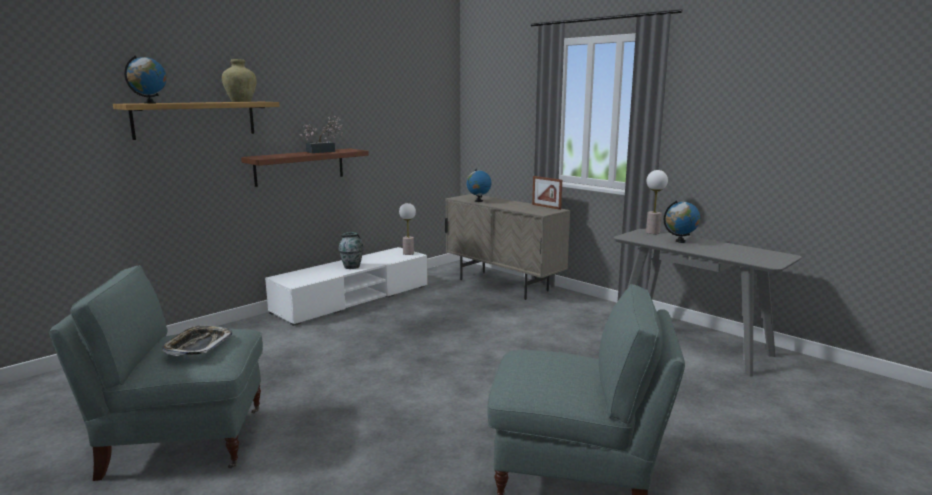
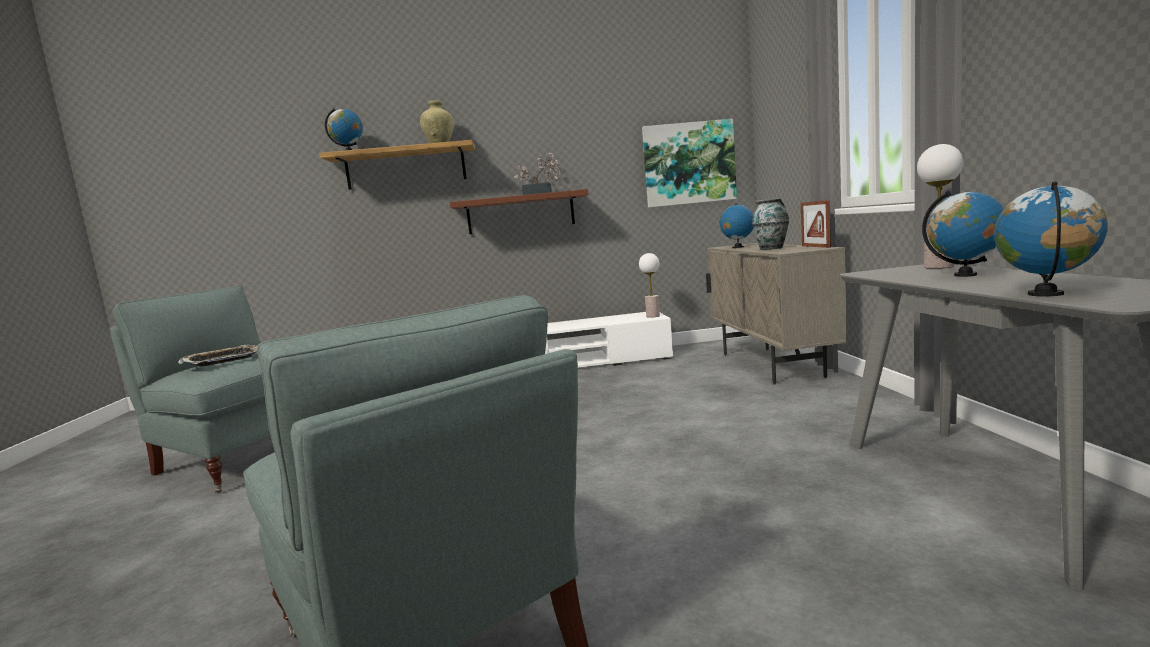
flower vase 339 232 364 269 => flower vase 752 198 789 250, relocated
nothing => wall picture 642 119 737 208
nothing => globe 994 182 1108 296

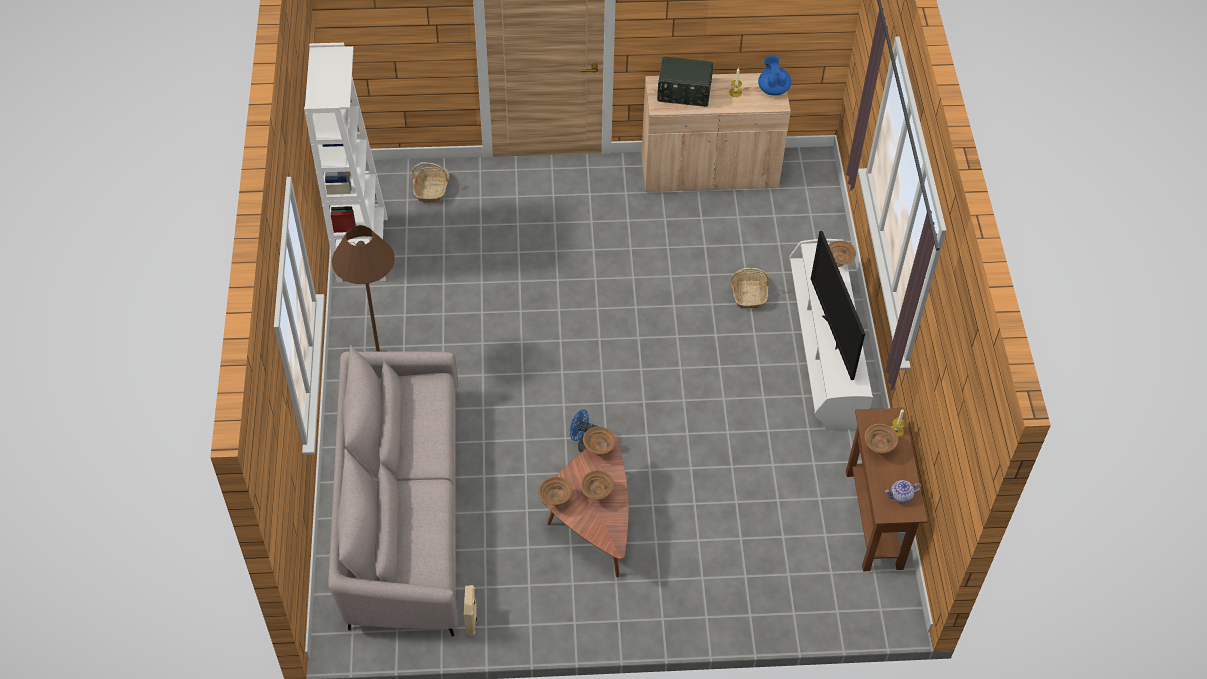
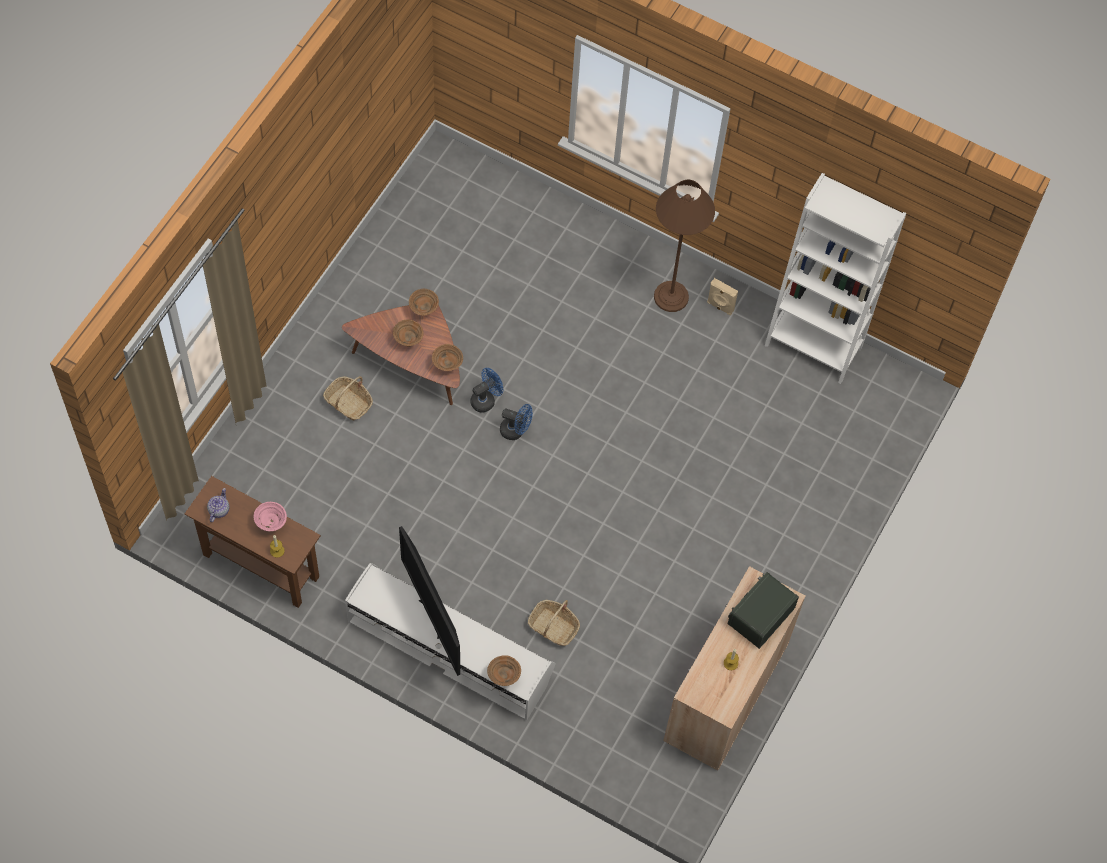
settee/grey 328 344 459 636 => nothing
basket 412 162 449 203 => basket 323 376 373 420, relocated
loudspeaker/beige-coloured 464 585 477 636 => loudspeaker/beige-coloured 707 278 738 315, relocated
pot for tea/blue 758 56 791 96 => nothing
television 811 231 865 380 => television 399 526 460 676, 135 degrees counterclockwise
deep dish/brownish 865 424 898 454 => deep dish/pink 254 502 287 531
nothing => fan/blue 500 404 533 440

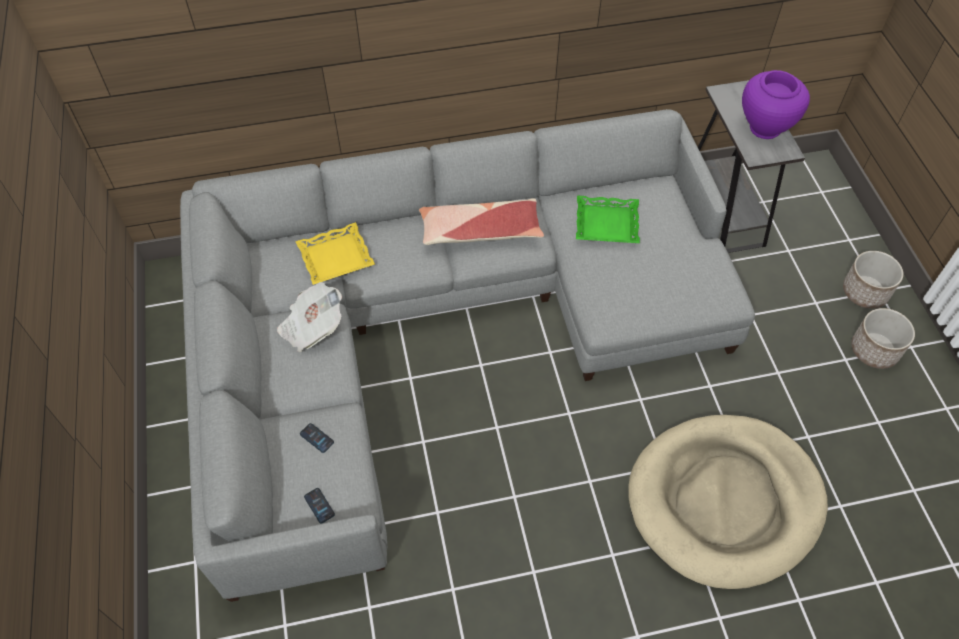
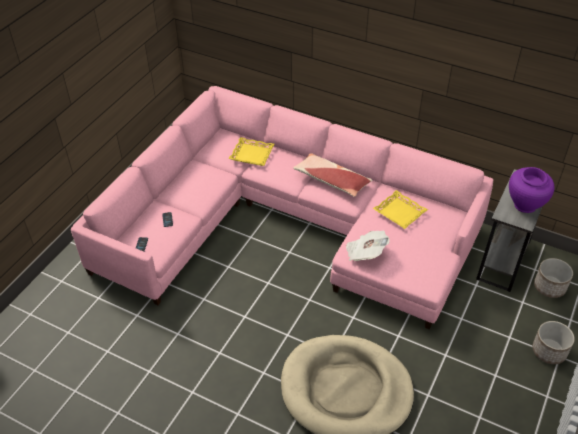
settee/grey 180 109 755 602 => settee/pink 71 86 493 330
printed paper 277 282 342 352 => printed paper 346 231 390 261, relocated
tray/green-coloured 576 195 640 243 => tray/yellow 373 190 428 229
planter 851 308 915 369 => planter 534 258 573 298, relocated

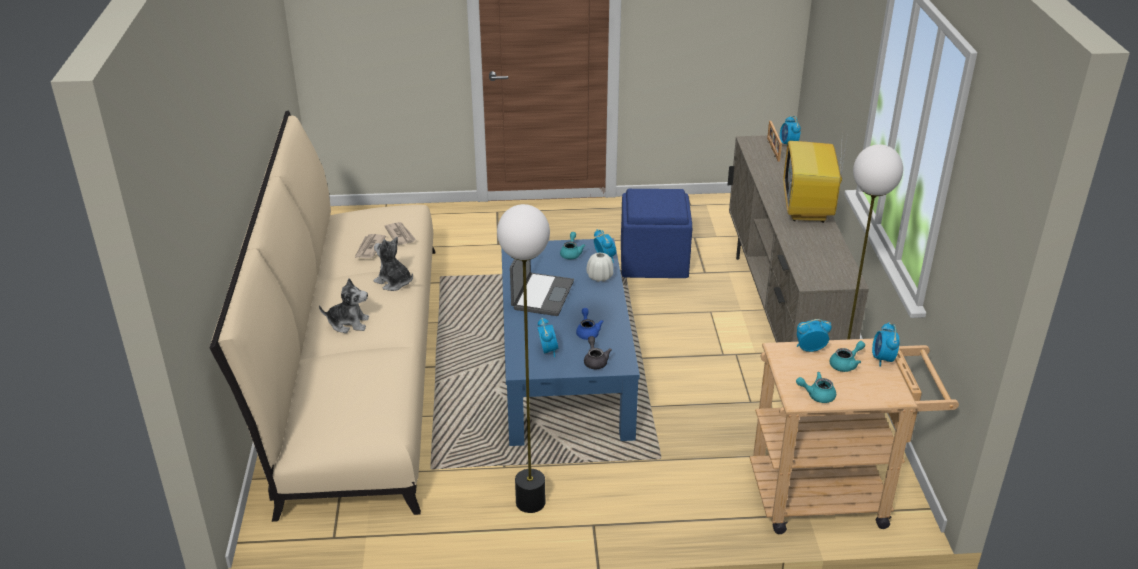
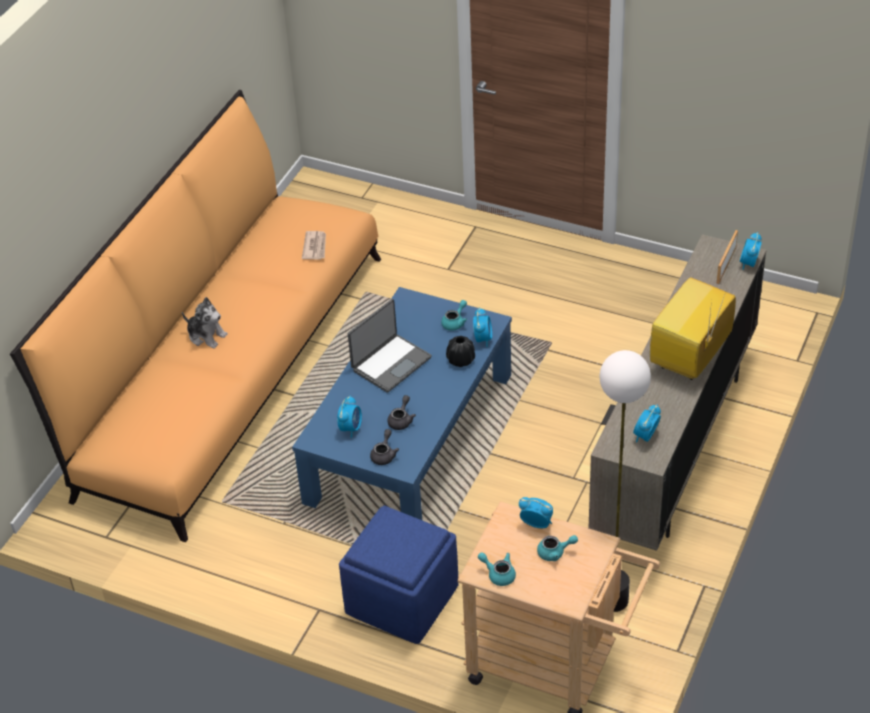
settee/beige-coloured 210 111 435 522 => settee/orange 10 90 381 542
printed paper 355 234 386 258 => nothing
cuddly toy 374 237 413 291 => nothing
standing lamp 497 204 550 513 => nothing
pot for tea/blue 576 308 604 340 => pot for tea/grey 388 395 416 430
flower vase/white 586 252 613 282 => flower vase/black 446 336 475 367
footrest/blue 621 189 692 278 => footrest/blue 339 505 459 644, relocated
alarm clock 872 322 899 367 => alarm clock 633 404 661 443, relocated

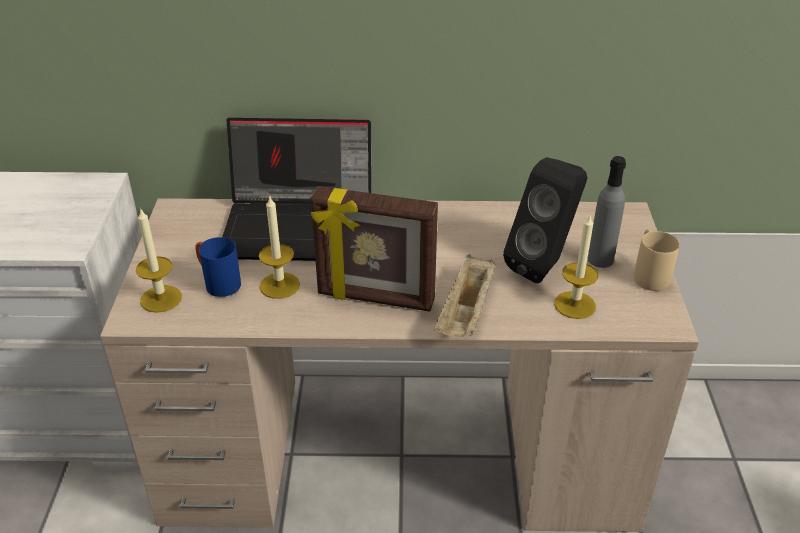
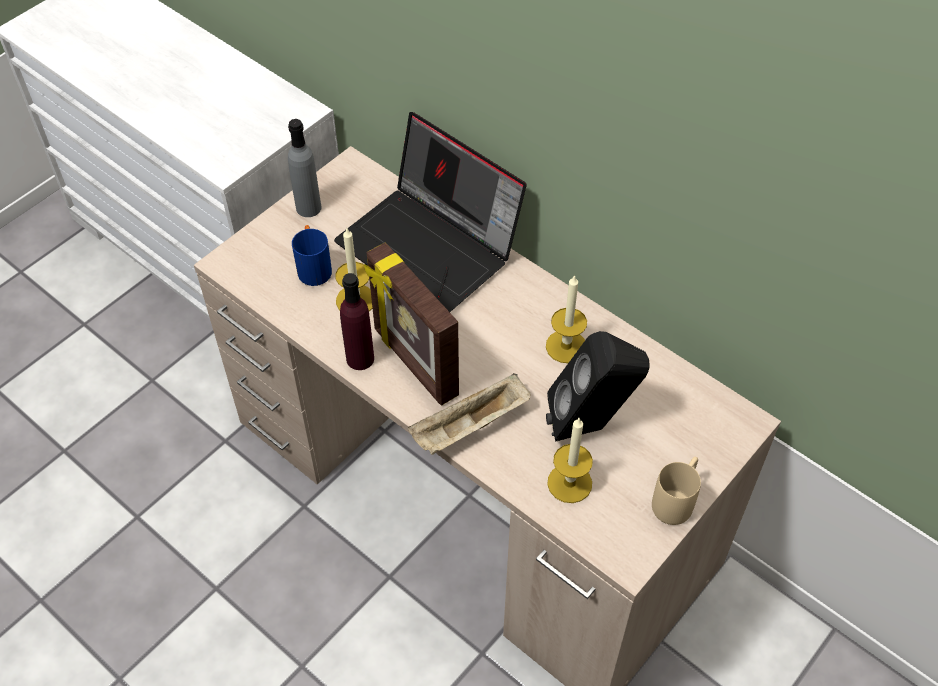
wax light 136 207 182 313 => wax light 546 275 587 363, relocated
beverage bottle/grey 587 156 626 268 => beverage bottle/grey 288 119 322 217, relocated
nothing => beverage bottle/purplish 340 273 374 370

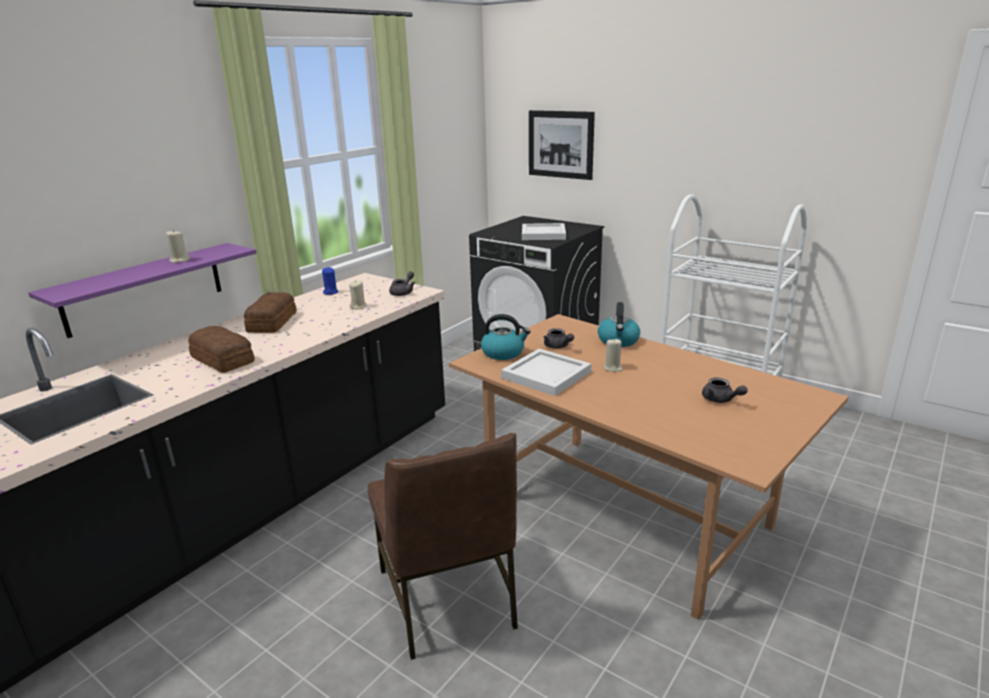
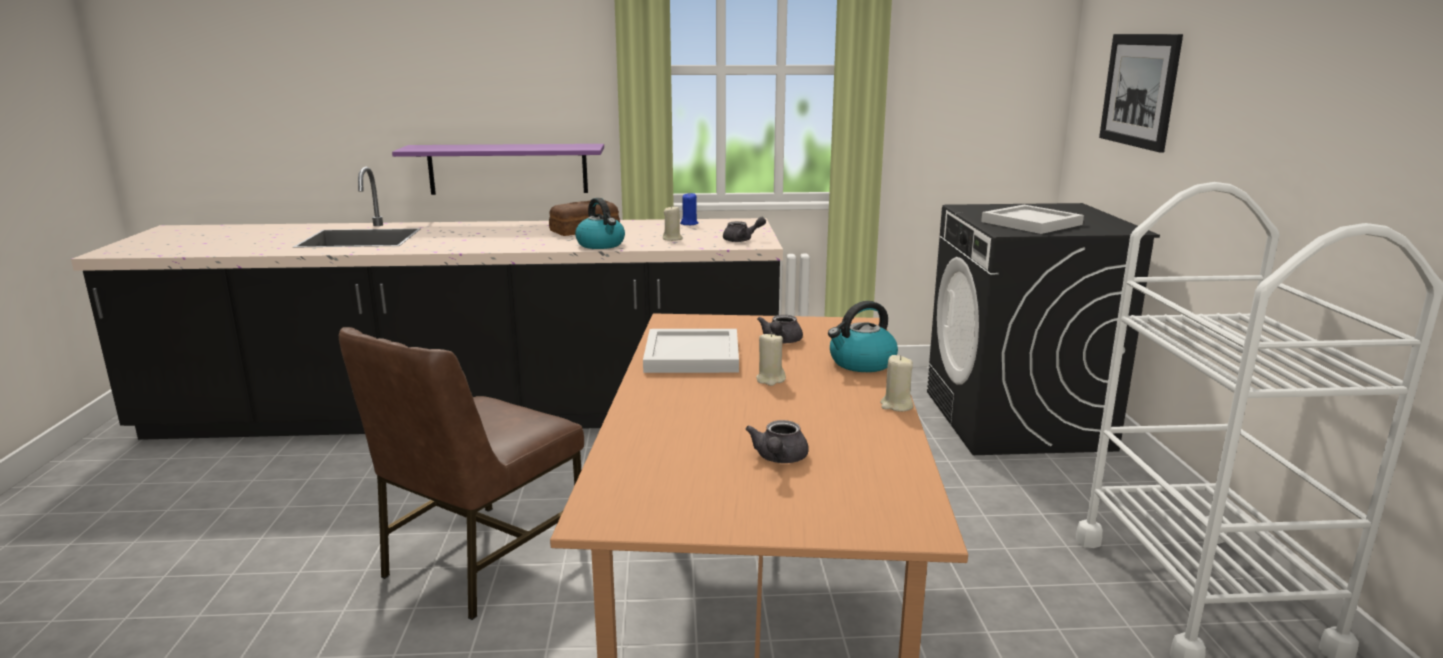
wax light/beige-coloured 166 230 190 263 => wax light/beige-coloured 880 355 913 412, relocated
baked bread 188 326 255 373 => nothing
water kettle 481 314 531 360 => water kettle 575 198 625 249, relocated

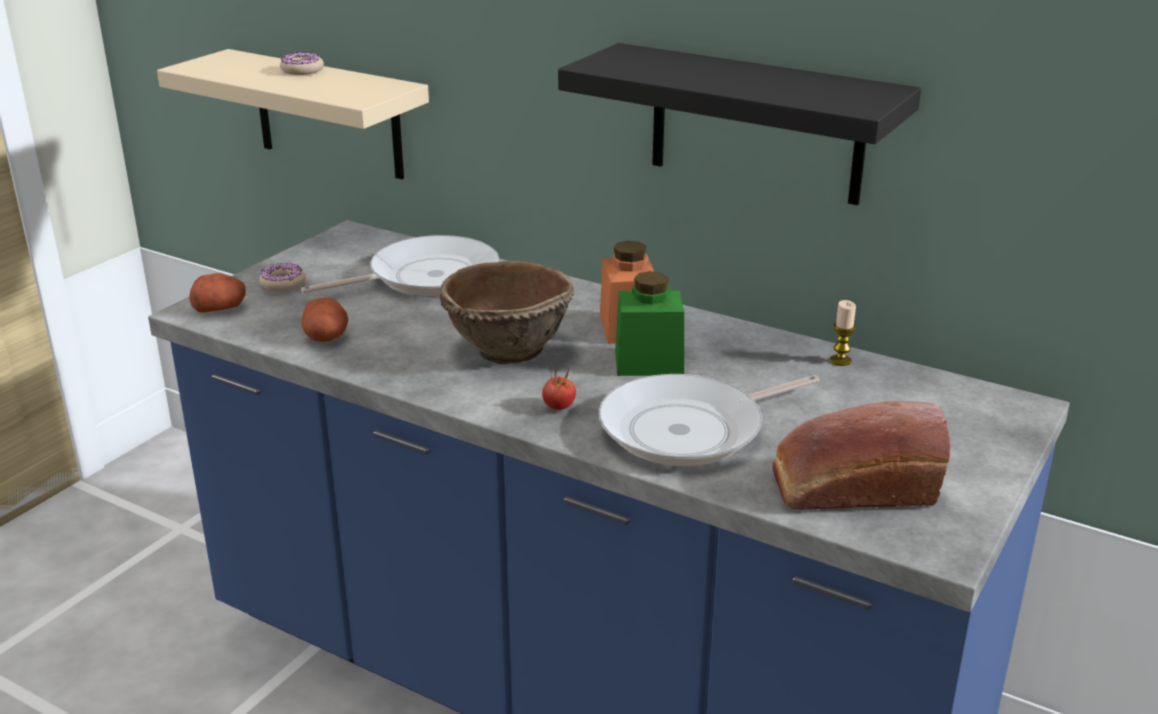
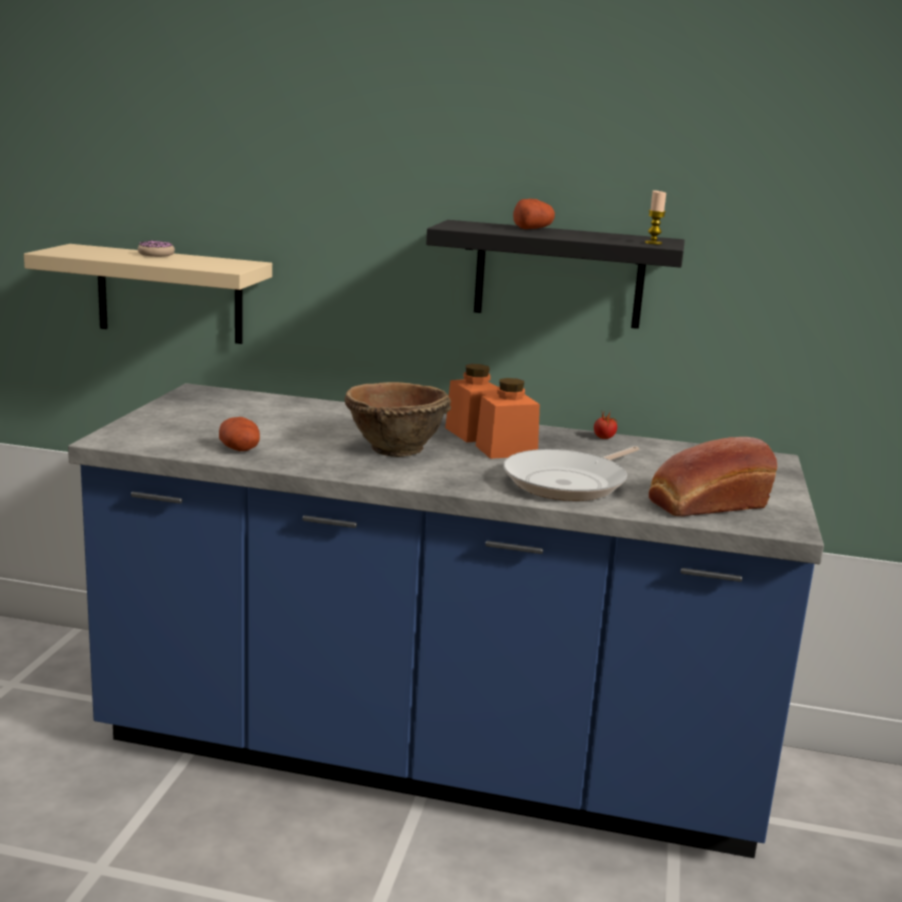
spud 189 273 246 313 => spud 513 199 555 229, relocated
doughnut 259 263 306 292 => nothing
frying pan 301 235 499 296 => nothing
whole tomato 542 369 576 410 => whole tomato 594 410 617 439, relocated
jar/green-coloured 615 271 684 376 => jar/orange 476 378 540 459
wax light 830 300 856 366 => wax light 645 190 666 244, relocated

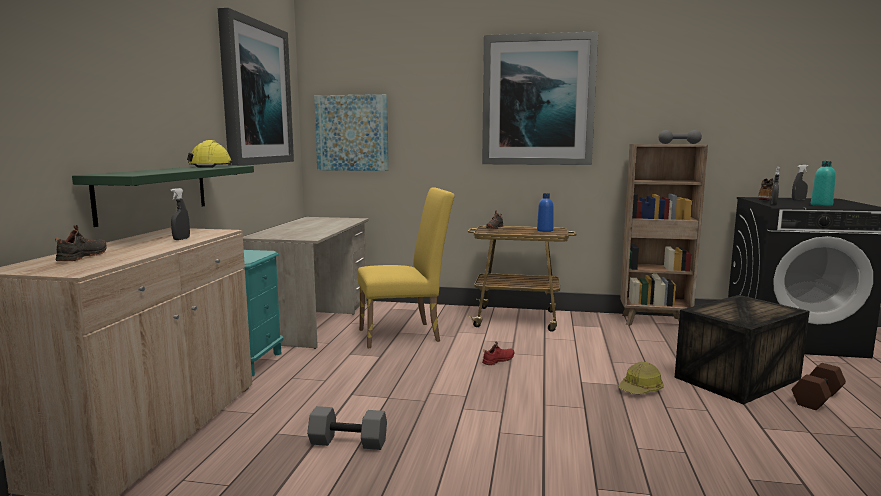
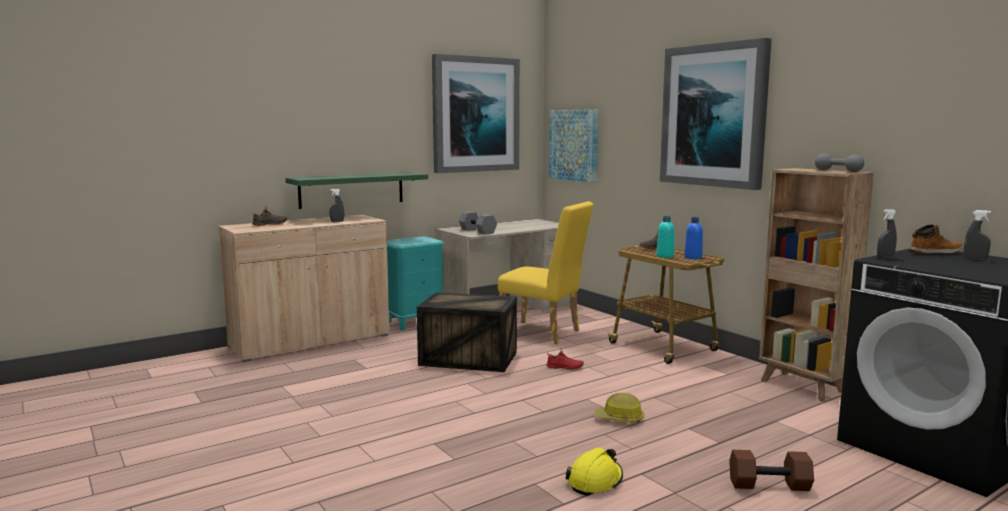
work helmet/yellow 187 140 233 168 => work helmet/yellow 566 448 623 496, relocated
free weight/grey 307 406 387 450 => free weight/grey 459 211 497 234, relocated
crate 675 295 810 405 => crate 417 292 517 372, relocated
beverage bottle/turquoise-coloured 811 161 836 206 => beverage bottle/turquoise-coloured 656 216 674 258, relocated

